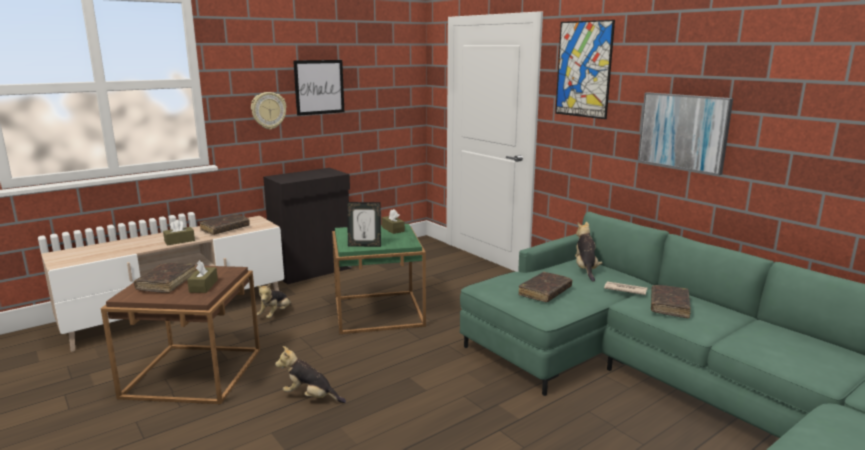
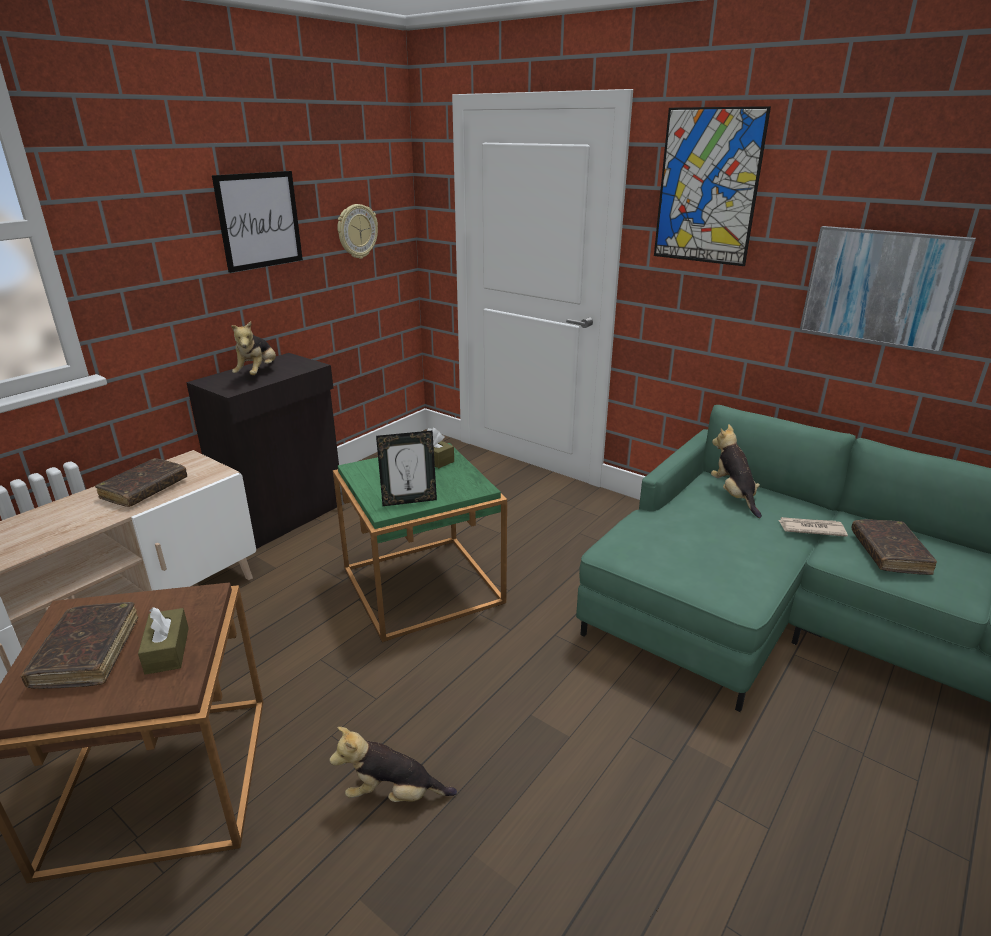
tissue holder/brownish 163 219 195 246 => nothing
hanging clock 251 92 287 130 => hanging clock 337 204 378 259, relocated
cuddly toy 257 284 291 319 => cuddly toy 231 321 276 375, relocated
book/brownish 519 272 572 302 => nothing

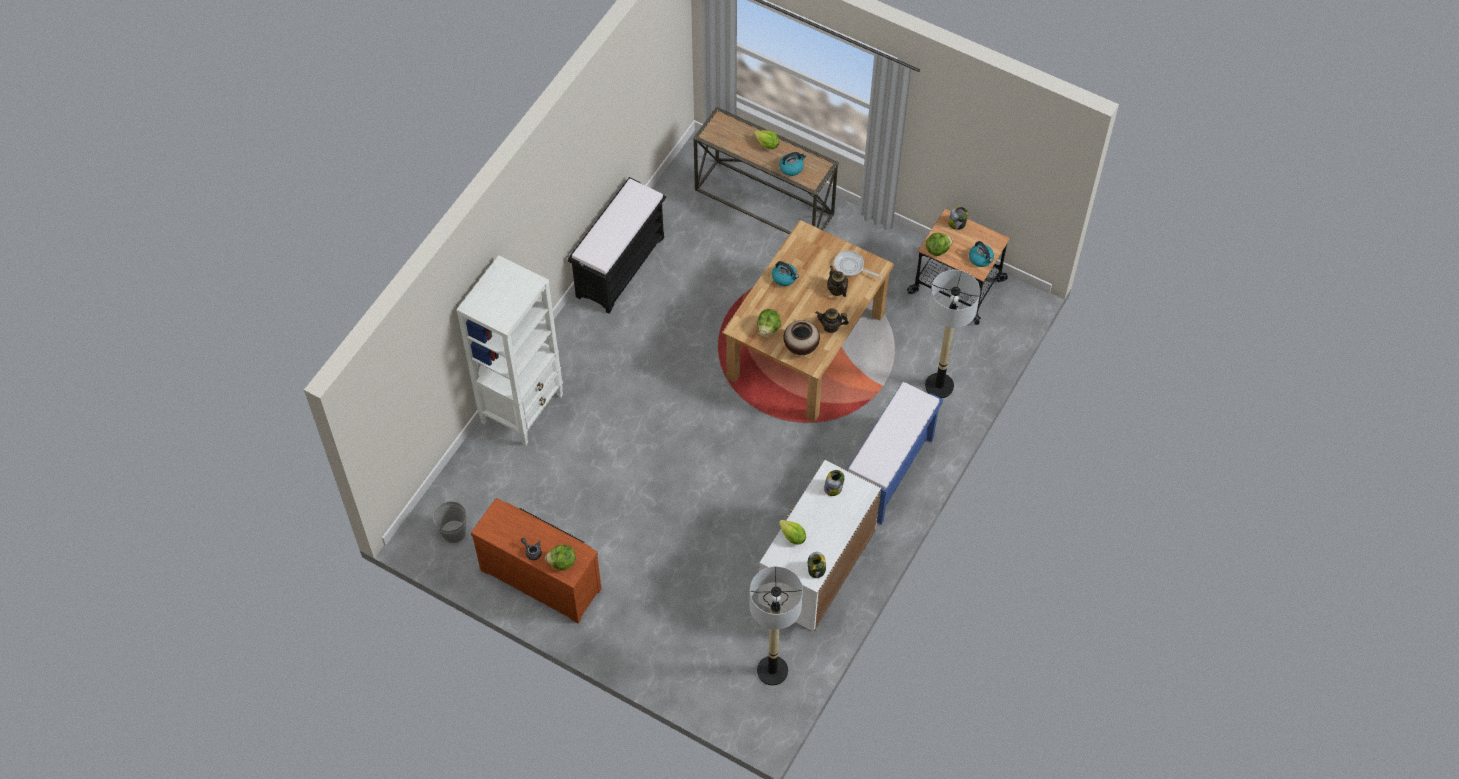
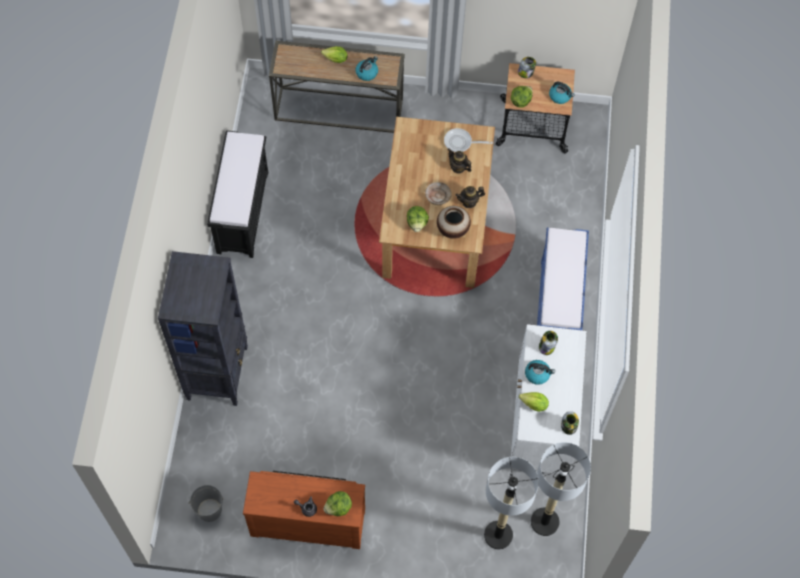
shelving unit/white 456 255 563 446 => shelving unit/black 158 251 248 406
water kettle 772 261 799 286 => water kettle 525 360 555 385, relocated
standing lamp 925 270 980 398 => standing lamp 484 457 539 549, relocated
nothing => flat dish/beige-coloured 425 182 452 205

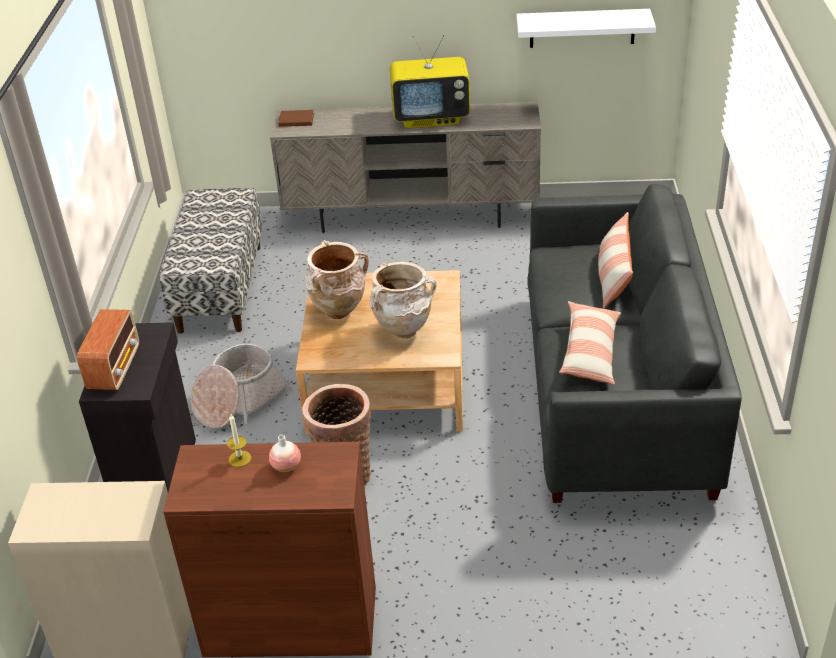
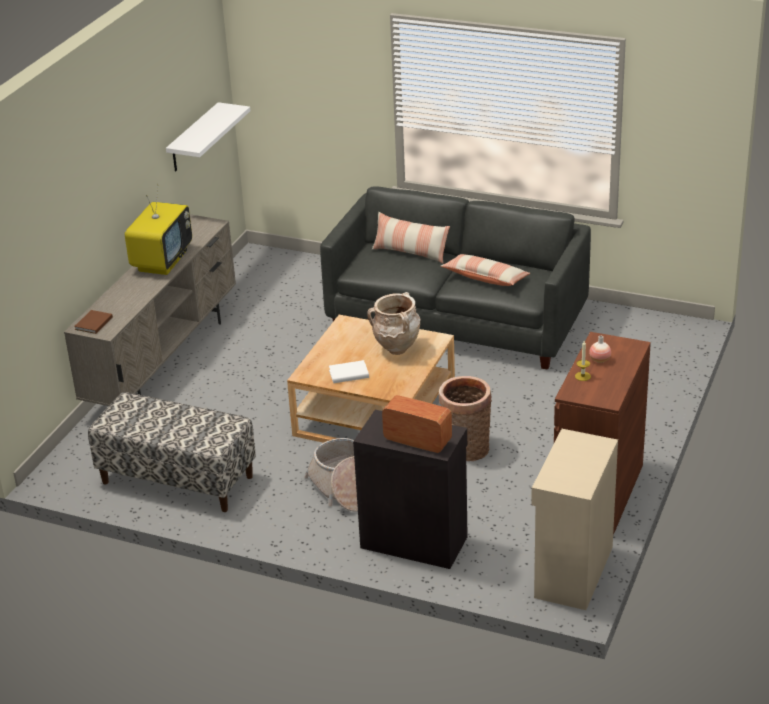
flower vase/beige-coloured 304 240 369 319 => book/white 329 360 369 383

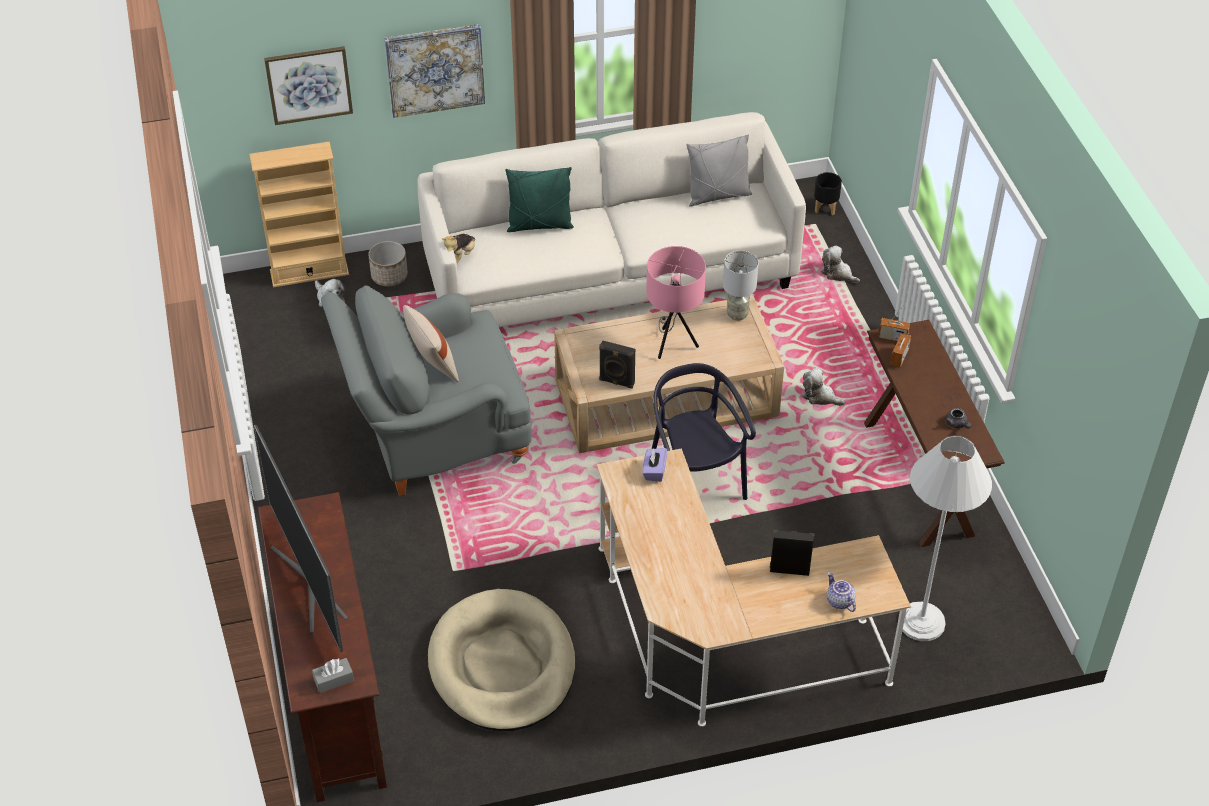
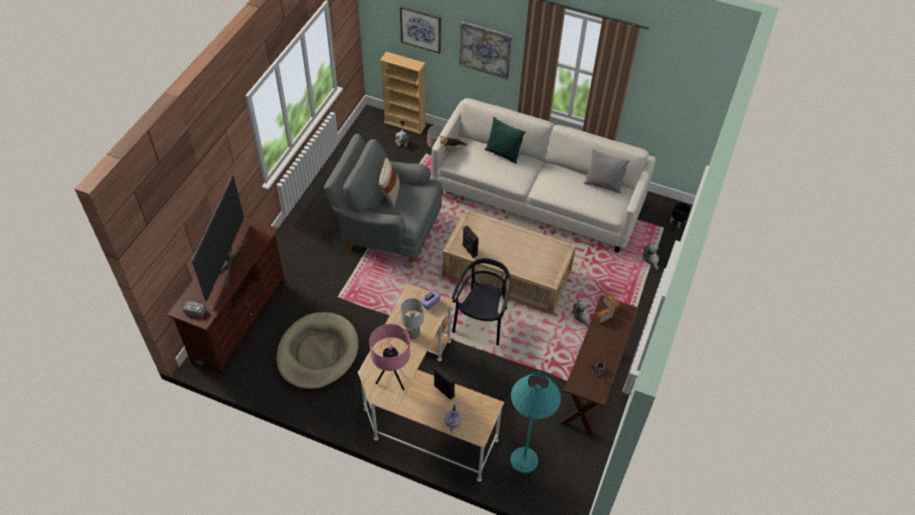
tabletop lamp/pink 646 246 706 359 => tabletop lamp/pink 369 324 410 390, relocated
tabletop lamp/grey 723 250 759 321 => tabletop lamp/grey 401 298 424 339, relocated
standing lamp/white 902 435 992 641 => standing lamp/turquoise-coloured 510 372 561 473

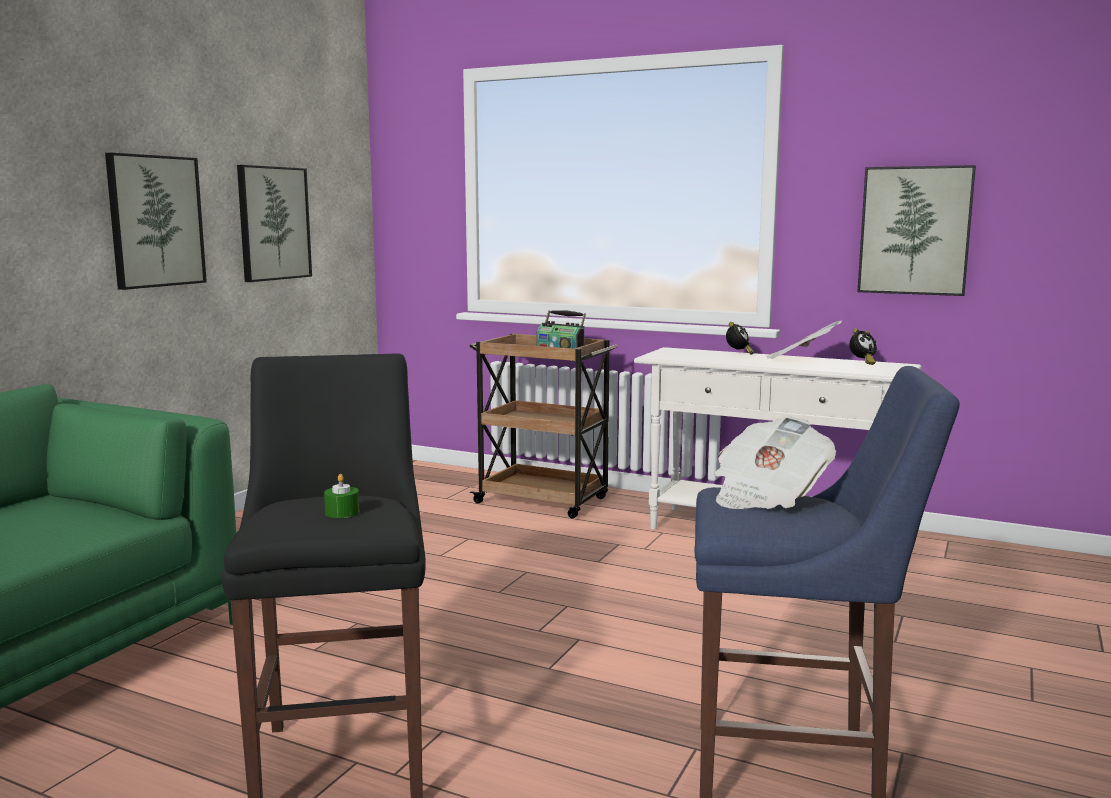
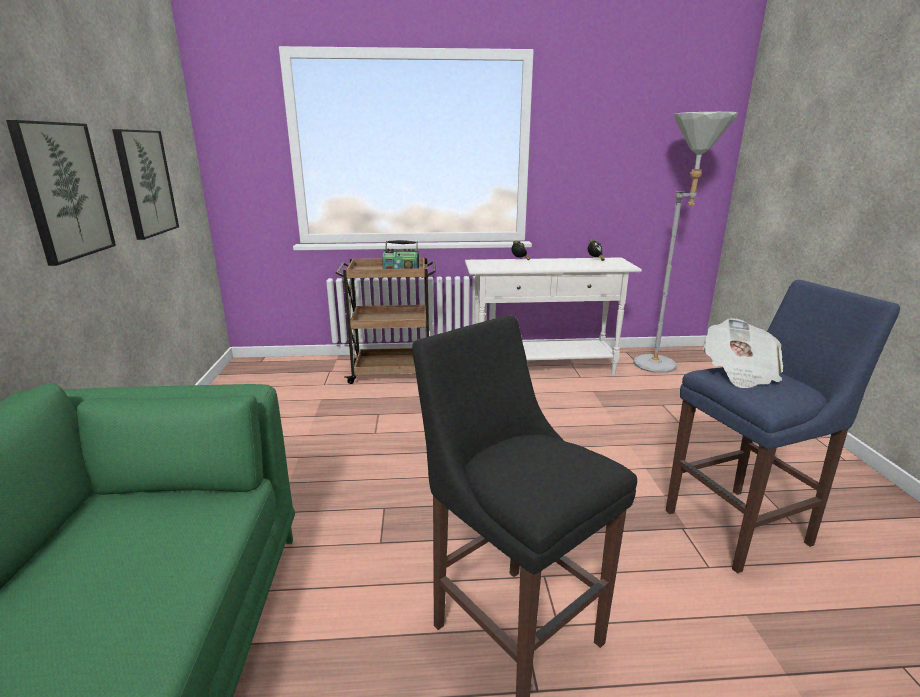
wax light/green-coloured 324 474 359 518 => nothing
printed paper 766 321 842 359 => nothing
wall picture 857 165 976 296 => nothing
nothing => standing lamp/grey 633 112 738 373

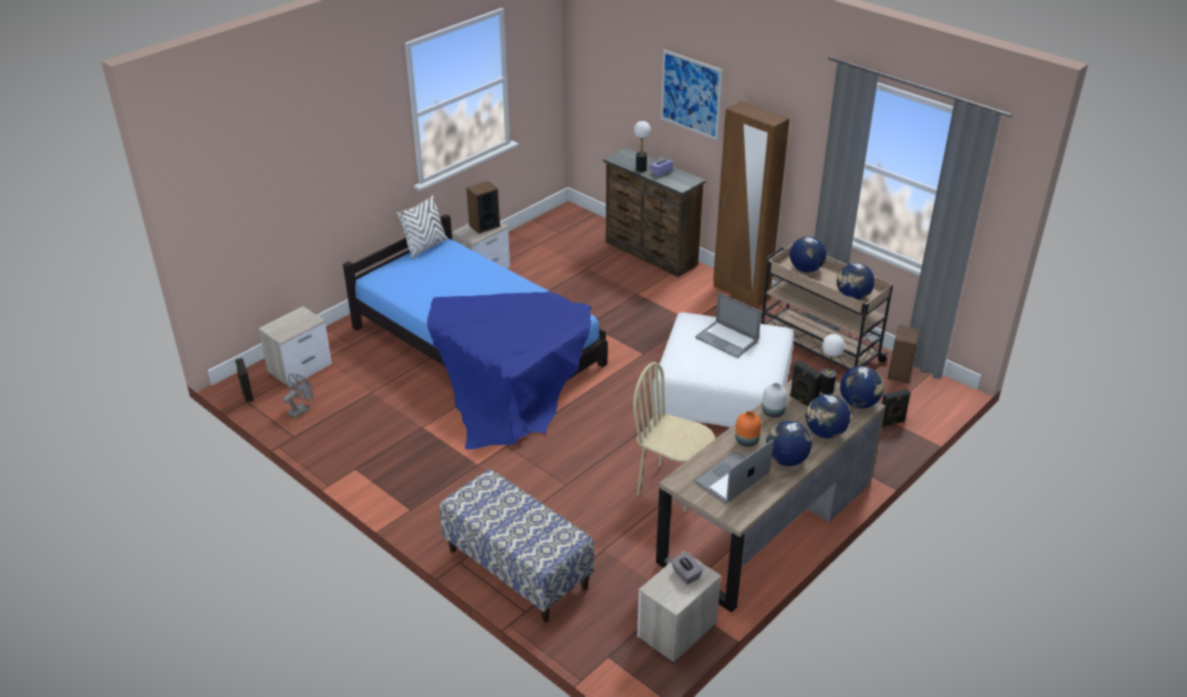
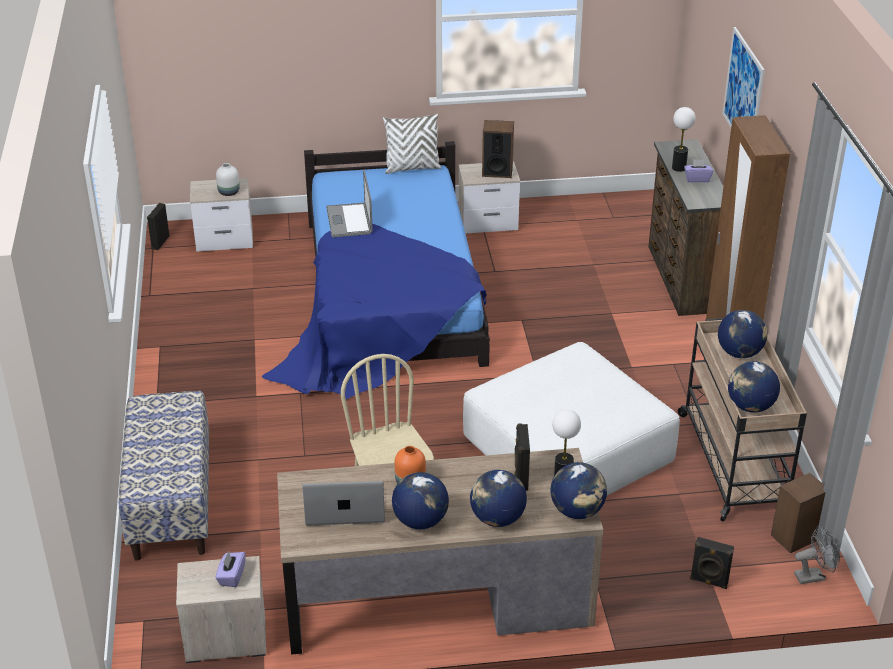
fan/grey 283 374 313 418 => fan/grey 794 526 840 584, relocated
tissue holder/grey 671 551 703 585 => tissue holder/purplish 215 551 246 587
portable computer 695 292 762 358 => portable computer 326 169 373 237, relocated
flower vase/white 762 383 788 417 => flower vase/white 216 163 240 196, relocated

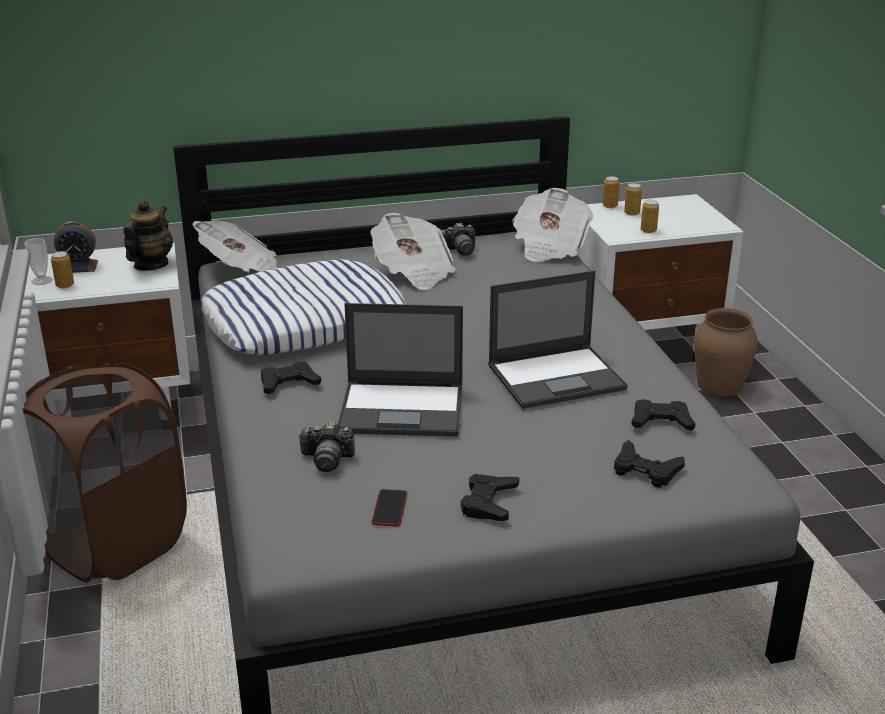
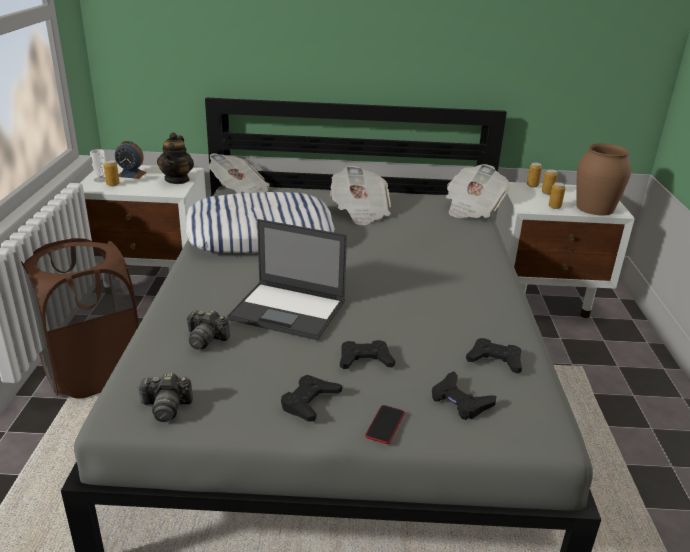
pot for tea 123 200 173 271 => pot for tea 157 132 194 184, 150 degrees clockwise
gamepad/black 261 361 321 394 => gamepad/black 340 340 395 369, relocated
handset 372 489 407 526 => handset 365 405 405 444, relocated
still camera 441 222 475 256 => still camera 137 373 193 422, relocated
portable computer 488 271 628 409 => nothing
flower vase/brownish 694 308 758 396 => flower vase/brownish 576 143 631 215, relocated

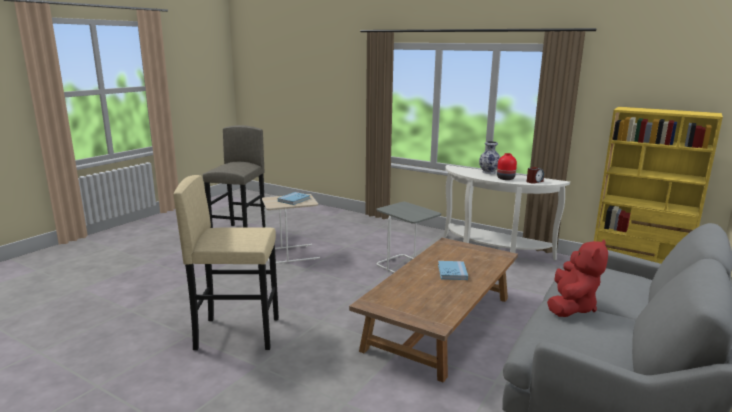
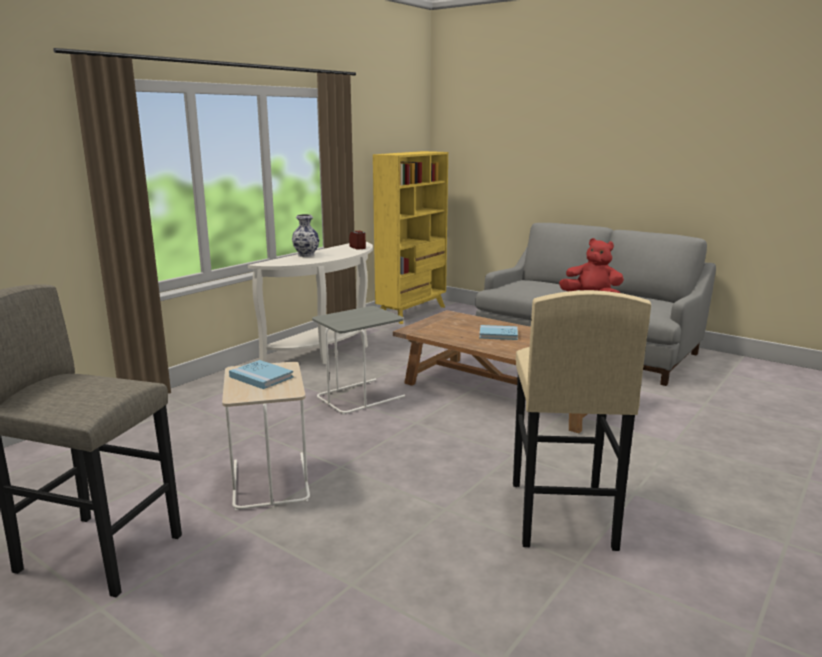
flower vase/red-coloured 497 153 517 180 => nothing

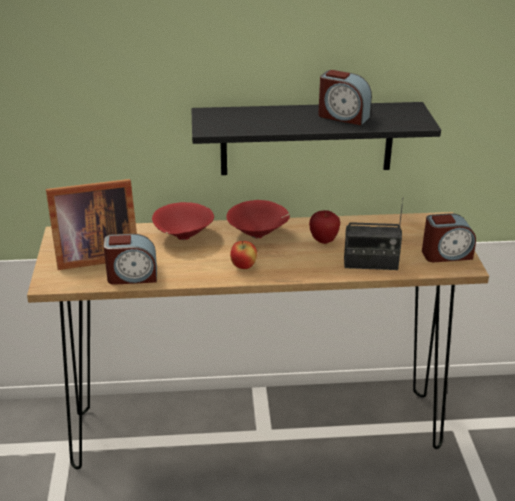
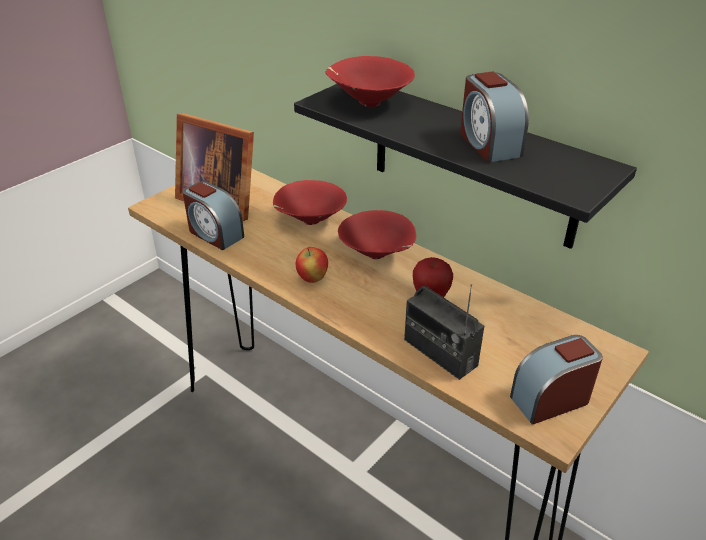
alarm clock 422 213 476 262 => alarm clock 510 335 603 425, 120 degrees clockwise
nothing => deep dish/red-coloured 325 56 415 107

